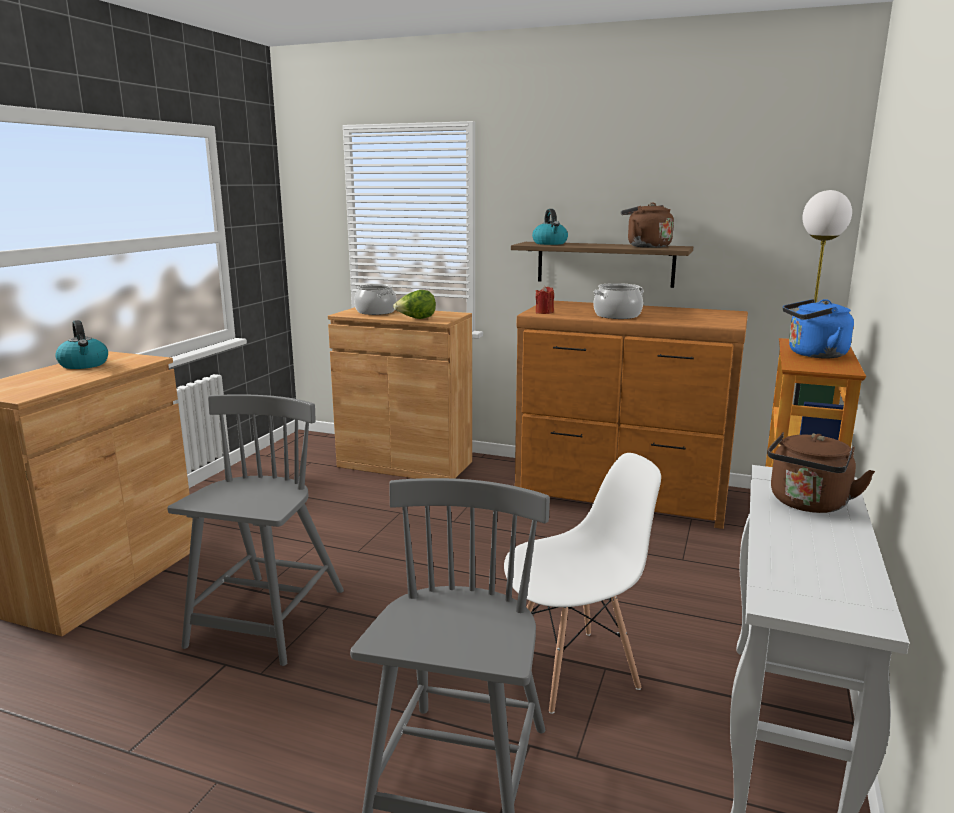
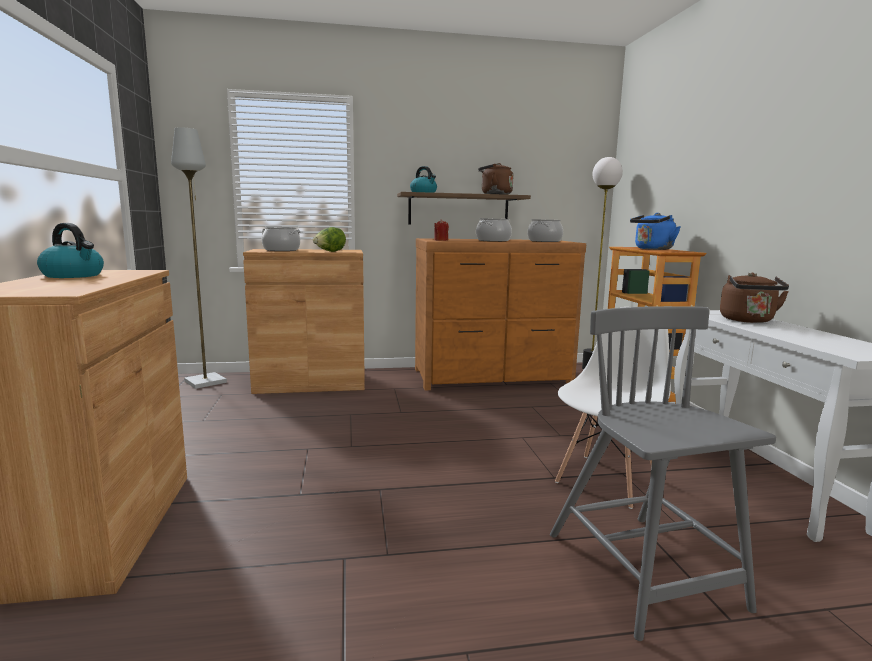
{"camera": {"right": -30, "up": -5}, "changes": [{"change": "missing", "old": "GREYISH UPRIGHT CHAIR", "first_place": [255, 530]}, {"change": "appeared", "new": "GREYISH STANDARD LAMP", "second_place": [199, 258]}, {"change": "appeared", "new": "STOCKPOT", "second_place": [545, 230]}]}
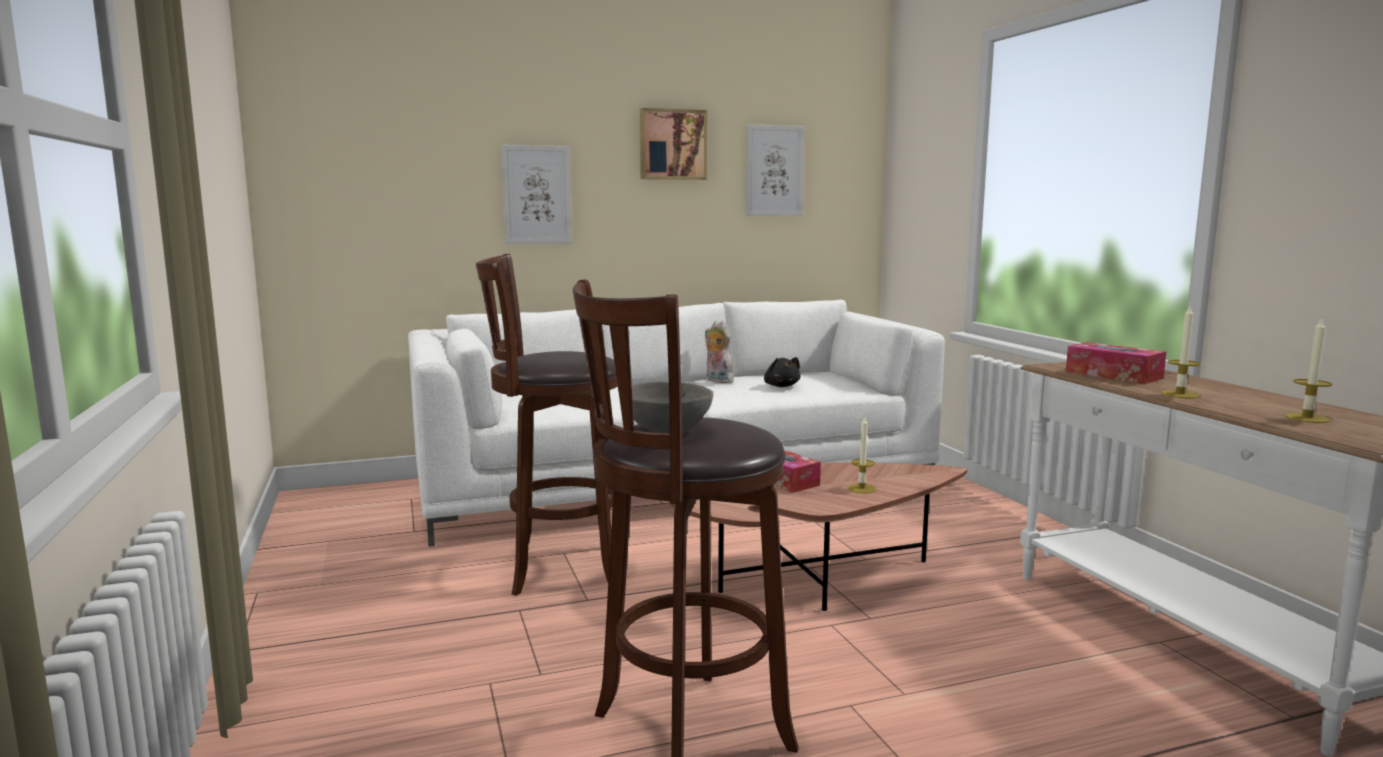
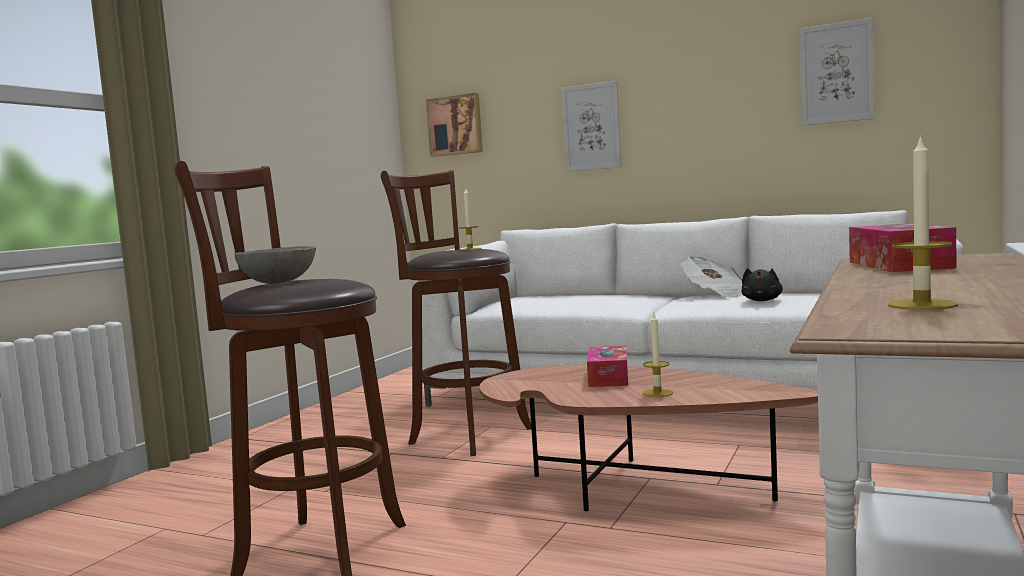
{"camera": {"right": 45, "up": -5}, "changes": [{"change": "relocated", "old": "WALL PICTURE", "first_place": [673, 144], "second_place": [454, 125]}, {"change": "relocated", "old": "WAX CANDLE", "first_place": [1180, 352], "second_place": [470, 219]}, {"change": "exchanged", "old": "CUDDLY TOY", "new": "NEWSPAPER", "first_place": [719, 351], "second_place": [711, 277]}]}
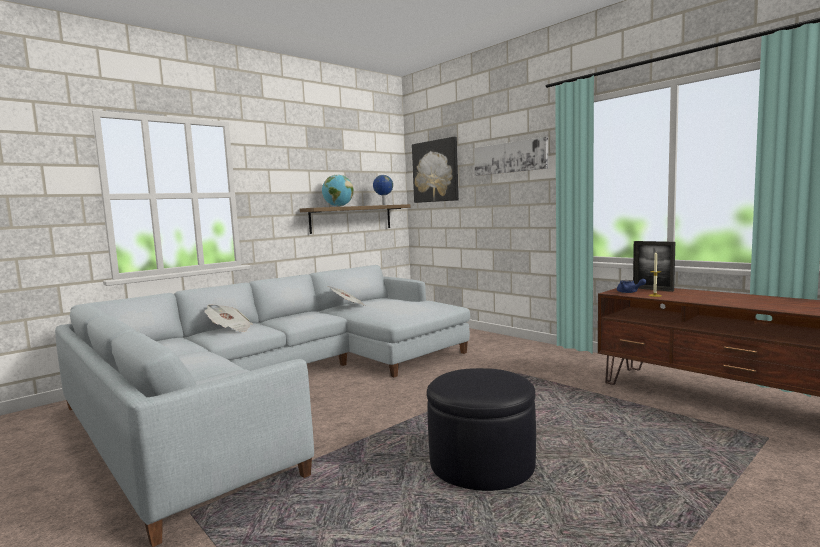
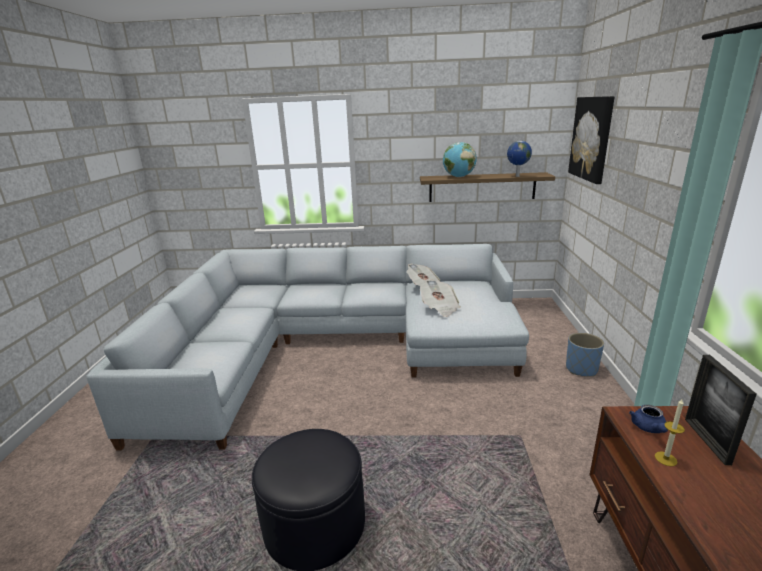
{"camera": {"right": 45, "up": 15}, "changes": [{"change": "missing", "old": "WALL PICTURE", "first_place": [511, 156]}, {"change": "appeared", "new": "BLUE-COLOURED FLOWER POT", "second_place": [585, 355]}, {"change": "relocated", "old": "NEWSPAPER", "first_place": [228, 318], "second_place": [440, 298]}]}
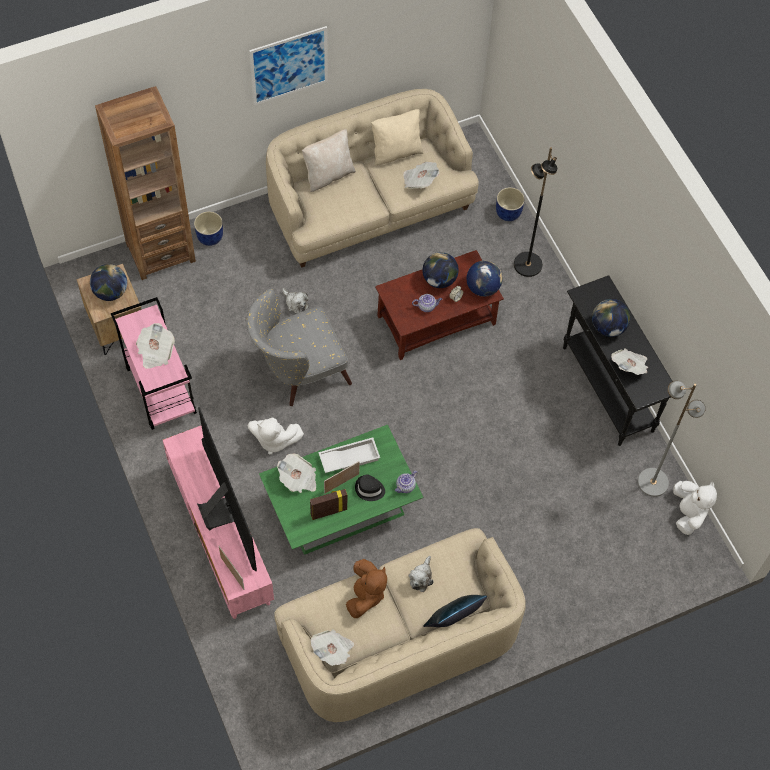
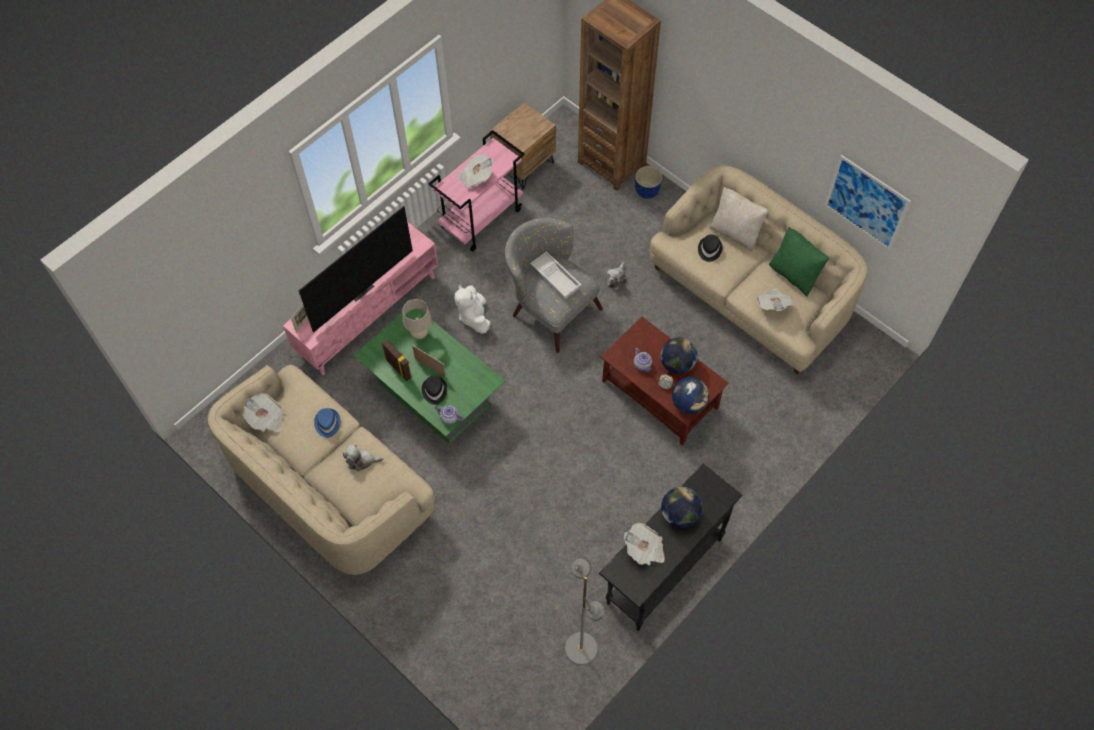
{"camera": {"right": 70, "up": 0}, "changes": [{"change": "missing", "old": "WORLD GLOBE", "first_place": [108, 282]}, {"change": "missing", "old": "BLUE-COLOURED THROW PILLOW", "first_place": [455, 611]}, {"change": "missing", "old": "BLUE-COLOURED FLOWER POT", "first_place": [510, 204]}, {"change": "missing", "old": "BLACK STANDARD LAMP", "first_place": [535, 212]}, {"change": "missing", "old": "WHITISH CUDDLY TOY", "first_place": [695, 508]}, {"change": "appeared", "new": "BLACK CLOTHING HAT", "second_place": [710, 248]}, {"change": "relocated", "old": "WALL PICTURE", "first_place": [288, 65], "second_place": [867, 202]}, {"change": "relocated", "old": "WHITISH SERVING TRAY", "first_place": [349, 455], "second_place": [555, 275]}, {"change": "exchanged", "old": "NEWSPAPER", "new": "BEIGE-COLOURED TABLE LAMP", "first_place": [296, 473], "second_place": [417, 319]}, {"change": "exchanged", "old": "BROWN CUDDLY TOY", "new": "BLUE-COLOURED CLOTHING HAT", "first_place": [366, 588], "second_place": [327, 423]}, {"change": "colour", "old": "BEIGE-COLOURED THROW PILLOW", "new": "GREENISH THROW PILLOW", "first_place": [397, 137], "second_place": [799, 262]}]}
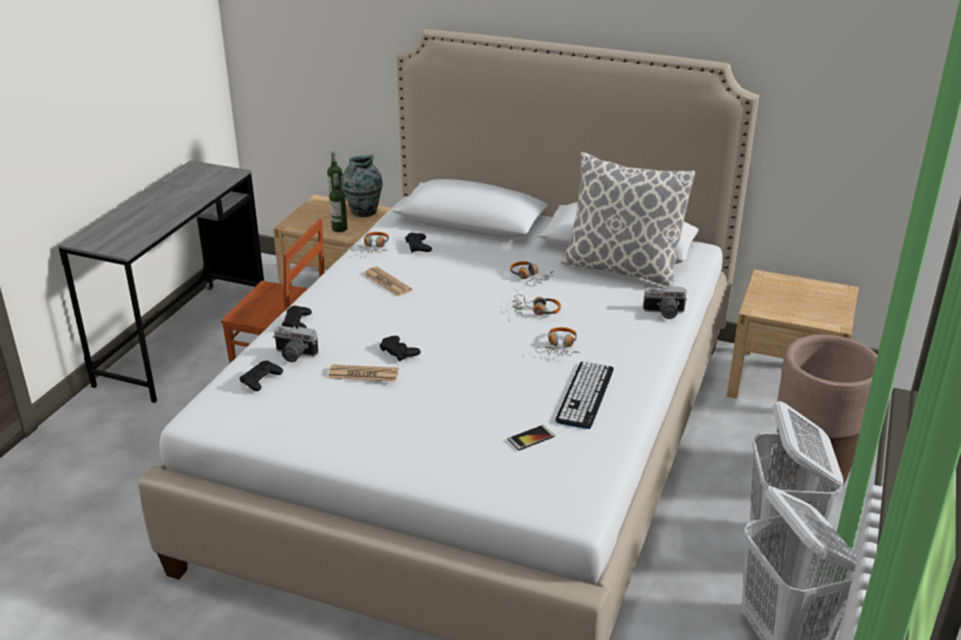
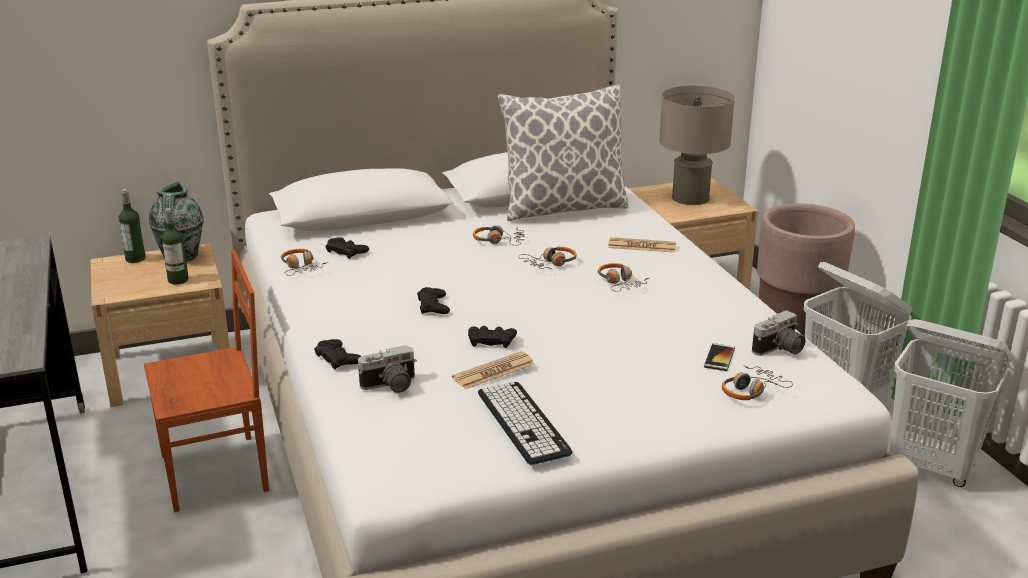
{"camera": {"right": -40, "up": -5}, "changes": [{"change": "appeared", "new": "BEIGE-COLOURED TABLE LAMP", "second_place": [697, 145]}, {"change": "appeared", "new": "HEADSET", "second_place": [757, 382]}, {"change": "relocated", "old": "BLACK JOYPAD", "first_place": [261, 376], "second_place": [433, 300]}, {"change": "relocated", "old": "NEWSPAPER", "first_place": [388, 281], "second_place": [642, 245]}, {"change": "relocated", "old": "KEYBOARD", "first_place": [584, 395], "second_place": [525, 423]}, {"change": "relocated", "old": "STILL CAMERA", "first_place": [665, 302], "second_place": [779, 333]}]}
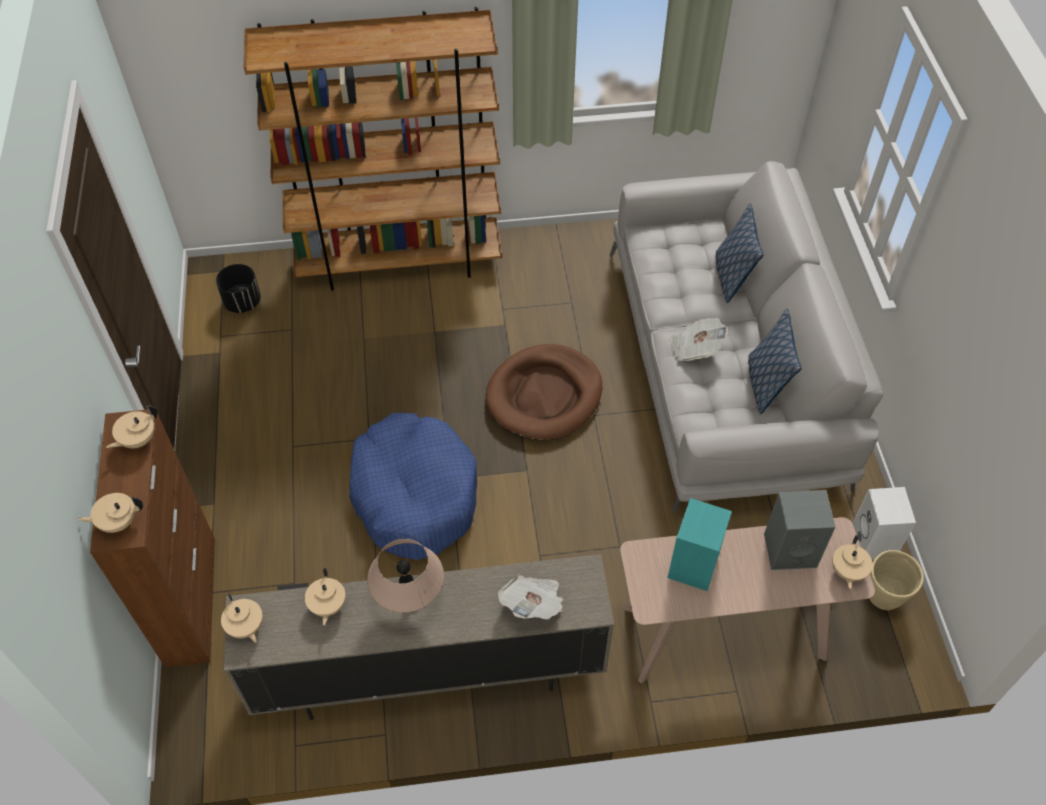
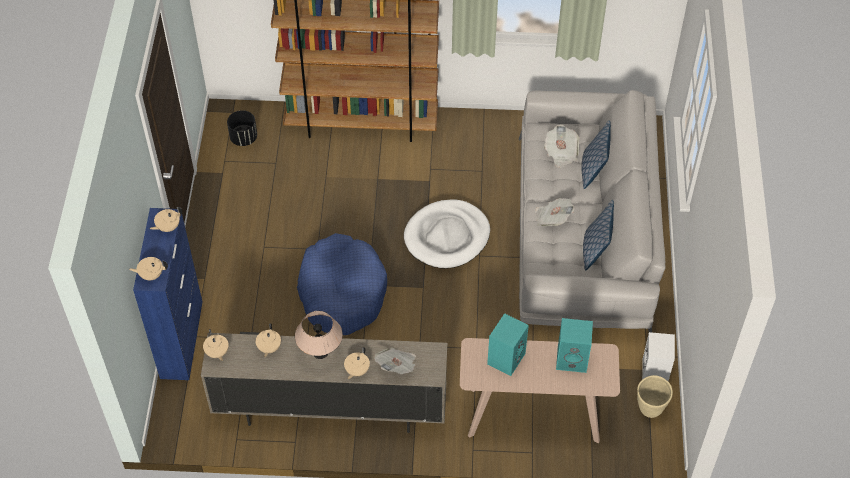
{"camera": {"right": 10, "up": 0}, "changes": [{"change": "appeared", "new": "NEWSPAPER", "second_place": [561, 146]}, {"change": "relocated", "old": "BEIGE-COLOURED POT FOR TEA", "first_place": [852, 562], "second_place": [357, 363]}, {"change": "colour", "old": "BROWN CUPBOARD", "new": "BLUE-COLOURED CUPBOARD", "first_place": [152, 538], "second_place": [167, 294]}, {"change": "colour", "old": "BROWN PET BED", "new": "WHITISH PET BED", "first_place": [544, 392], "second_place": [447, 234]}, {"change": "colour", "old": "GREYISH SPEAKER", "new": "BLUE-GREEN SPEAKER", "first_place": [800, 530], "second_place": [574, 345]}]}
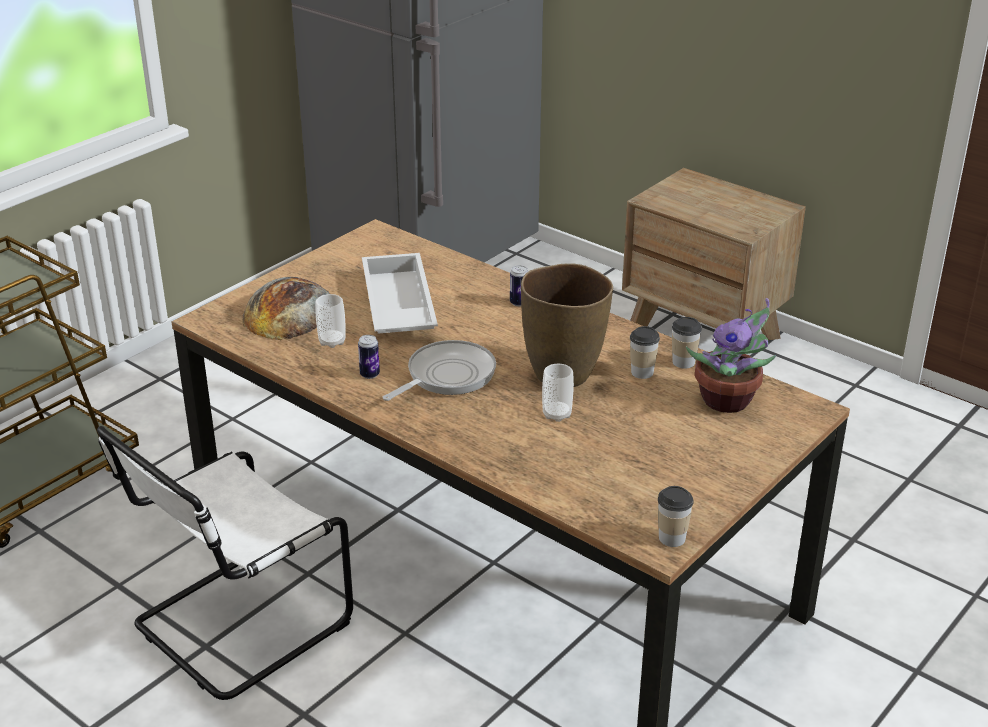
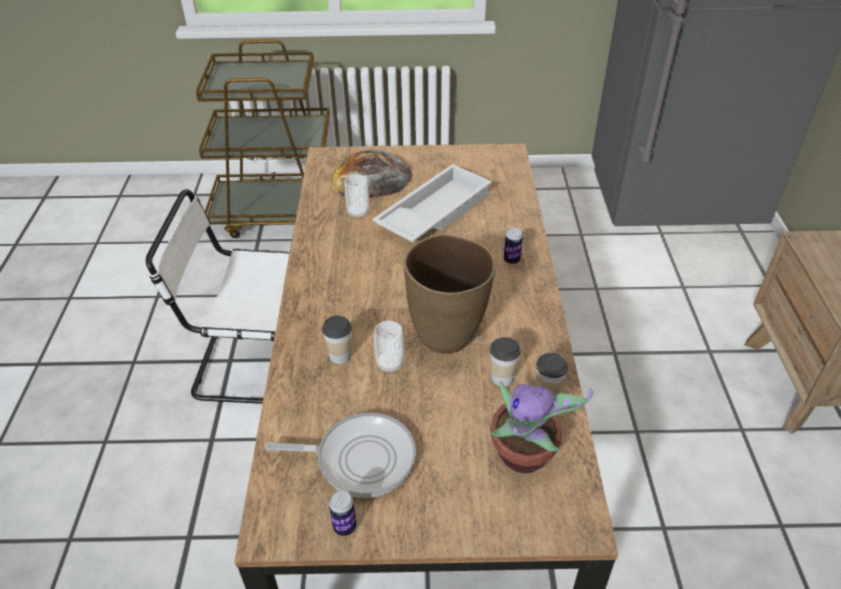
{"camera": {"right": 50, "up": 10}, "changes": [{"change": "relocated", "old": "SEALED CAN", "first_place": [369, 357], "second_place": [343, 513]}, {"change": "relocated", "old": "FRYING PAN", "first_place": [439, 370], "second_place": [340, 455]}, {"change": "relocated", "old": "SMALL CUP", "first_place": [676, 516], "second_place": [337, 340]}]}
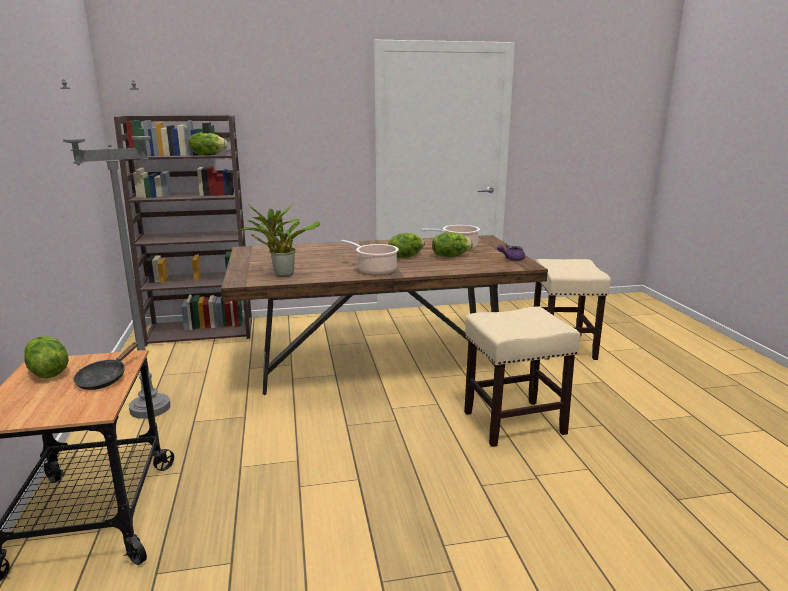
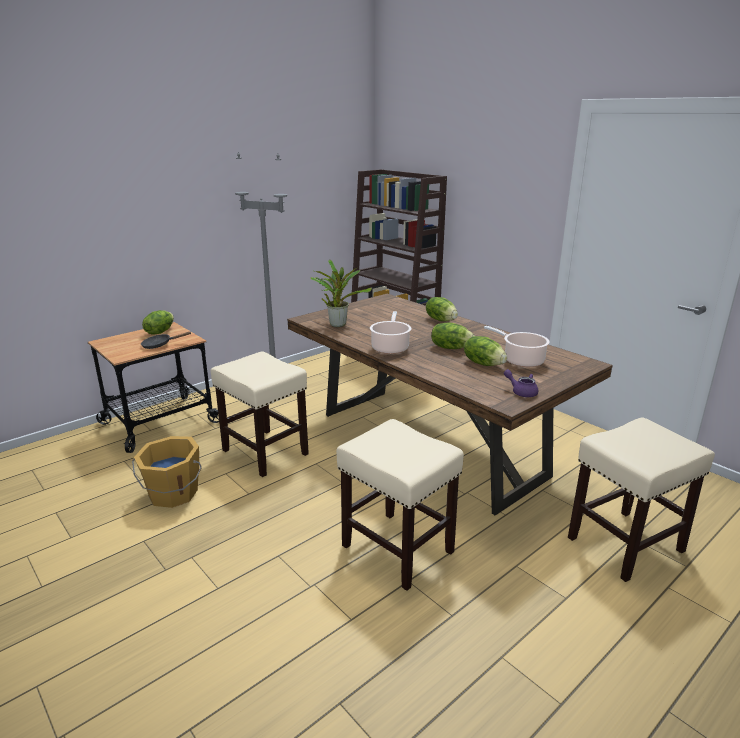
{"camera": {"right": 60, "up": 5}, "changes": [{"change": "appeared", "new": "ORANGE WATER BUCKET", "second_place": [167, 472]}, {"change": "appeared", "new": "BEIGE-COLOURED SITTING STOOL", "second_place": [260, 414]}, {"change": "relocated", "old": "HEAD OF LETTUCE", "first_place": [208, 143], "second_place": [442, 309]}]}
